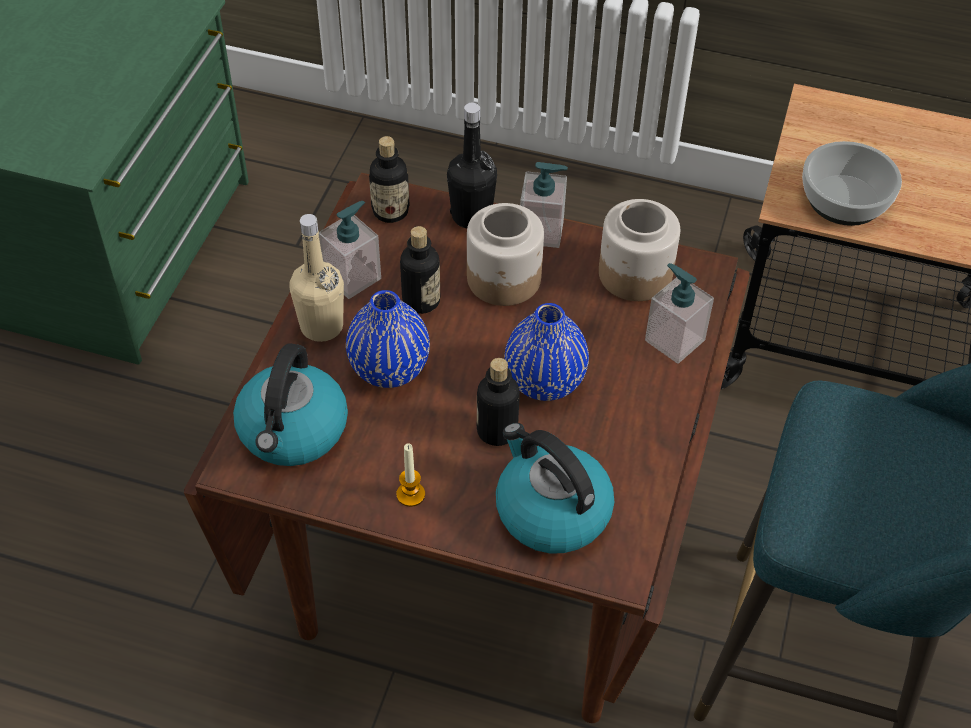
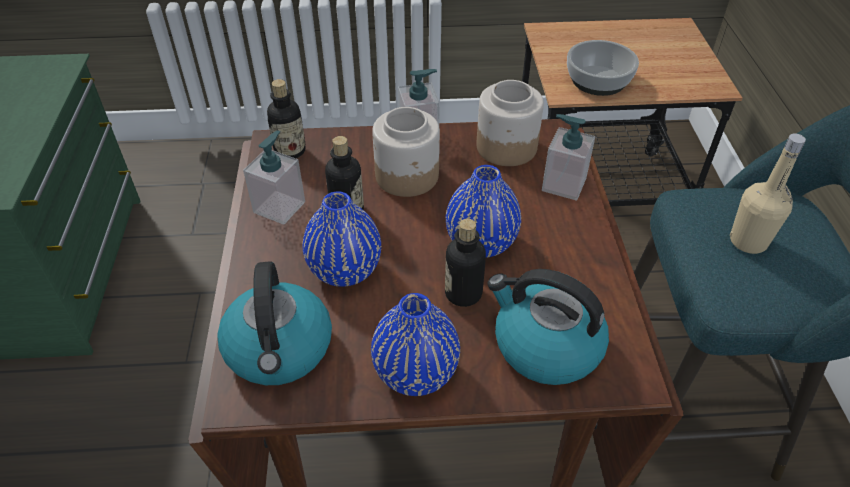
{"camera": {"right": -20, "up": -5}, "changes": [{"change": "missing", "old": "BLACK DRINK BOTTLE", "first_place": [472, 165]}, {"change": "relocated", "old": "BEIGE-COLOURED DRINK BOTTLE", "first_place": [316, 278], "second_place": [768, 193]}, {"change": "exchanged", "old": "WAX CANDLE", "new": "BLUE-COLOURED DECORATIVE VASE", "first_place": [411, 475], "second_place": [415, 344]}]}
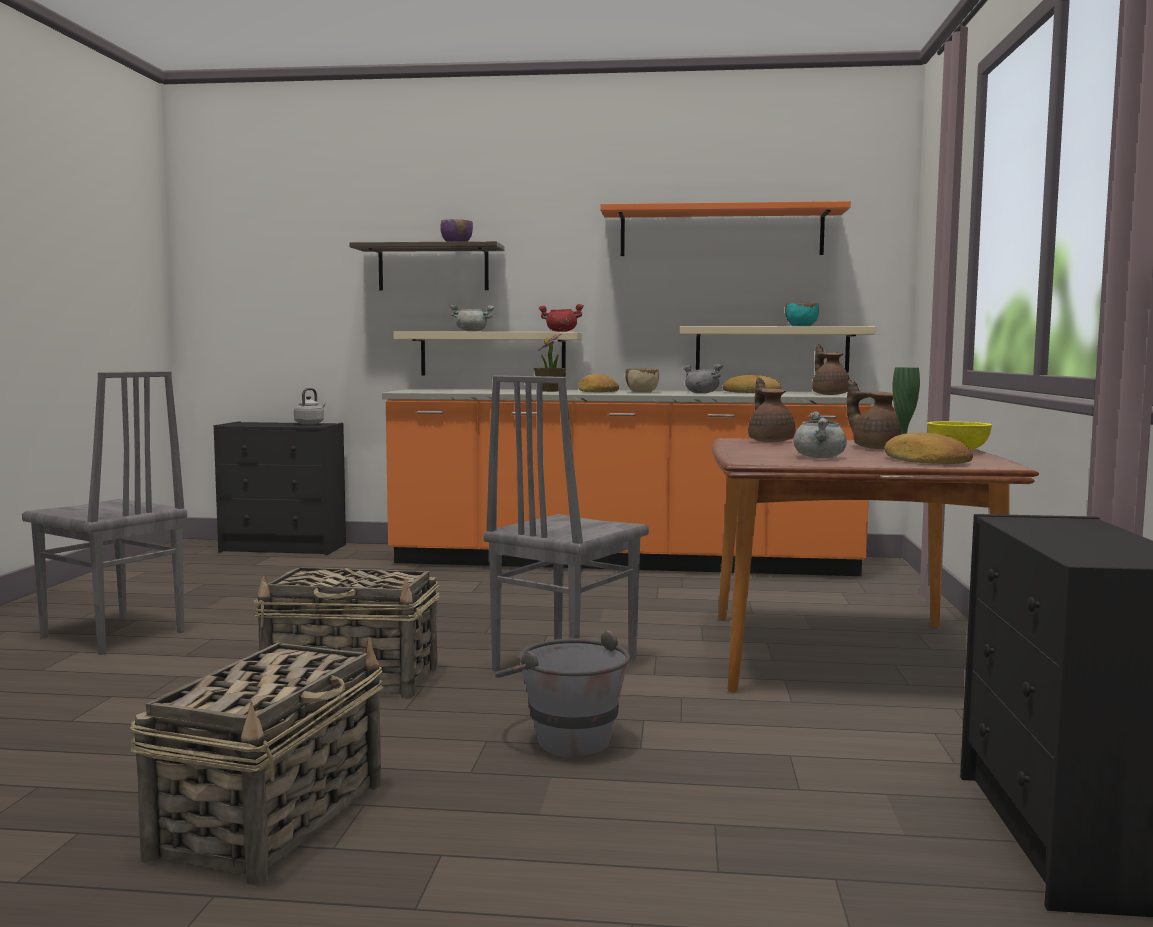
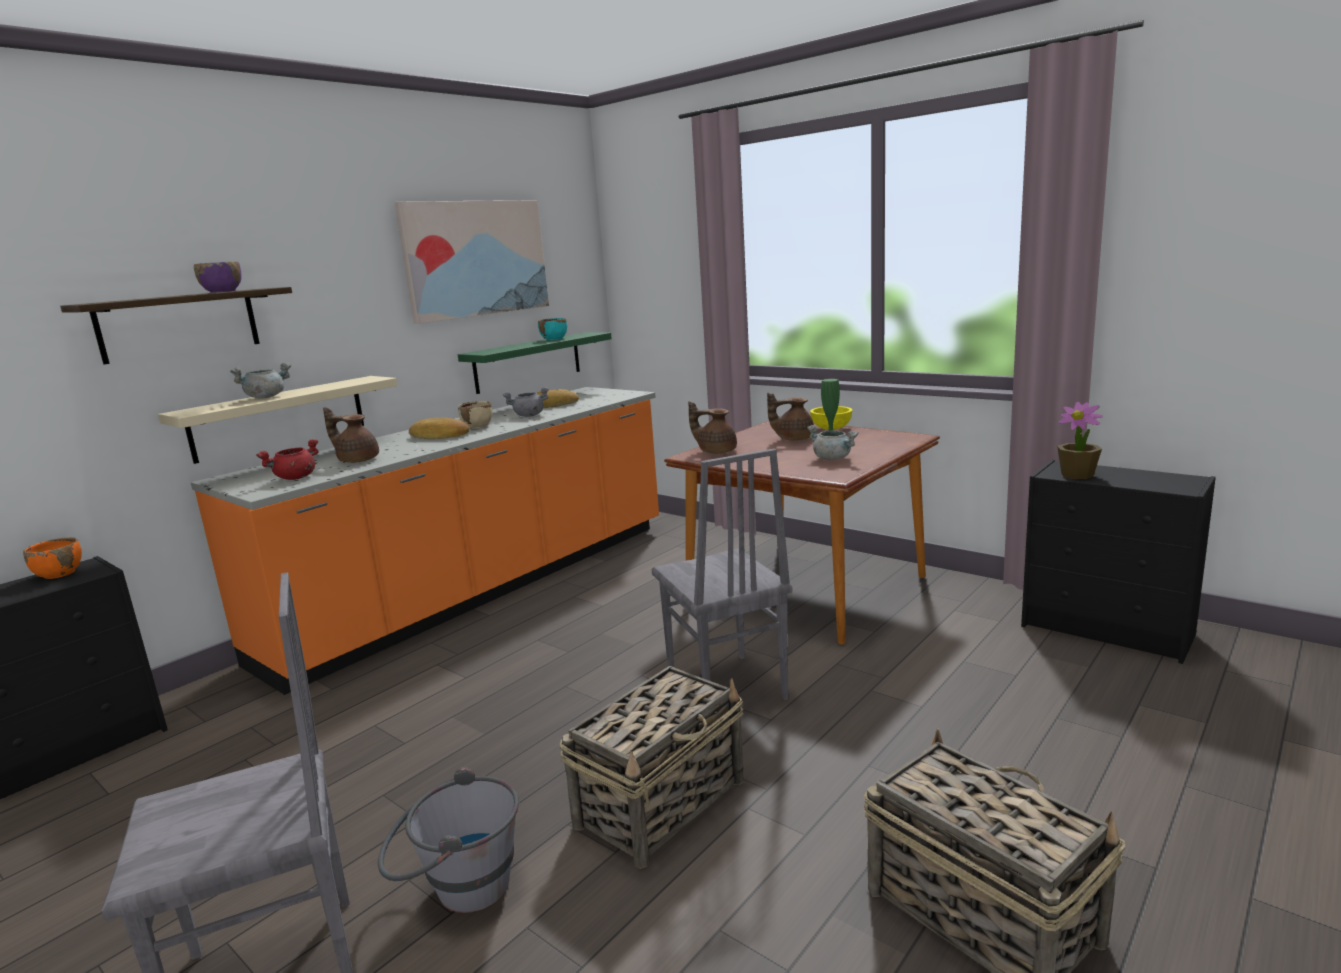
{"camera": {"right": -55, "up": 10}, "changes": [{"change": "missing", "old": "BAKED BREAD", "first_place": [928, 448]}, {"change": "relocated", "old": "GREYISH WATER BUCKET", "first_place": [562, 694], "second_place": [448, 840]}, {"change": "relocated", "old": "PLANT IN A POT", "first_place": [550, 362], "second_place": [1080, 440]}, {"change": "relocated", "old": "RED-COLOURED STOCKPOT", "first_place": [561, 318], "second_place": [287, 459]}, {"change": "relocated", "old": "BROWN POT FOR TEA", "first_place": [831, 369], "second_place": [351, 435]}, {"change": "exchanged", "old": "GREYISH TEA KETTLE", "new": "ORANGE DEEP DISH", "first_place": [309, 406], "second_place": [52, 558]}, {"change": "exchanged", "old": "ORANGE BRACKET SHELF", "new": "WALL PICTURE", "first_place": [725, 228], "second_place": [472, 262]}, {"change": "colour", "old": "BEIGE-COLOURED BRACKET SHELF", "new": "GREENISH BRACKET SHELF", "first_place": [778, 349], "second_place": [535, 363]}]}
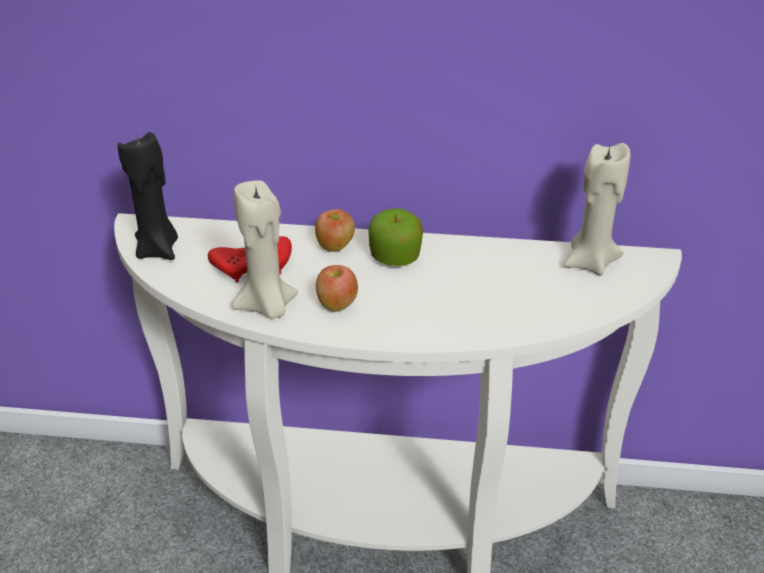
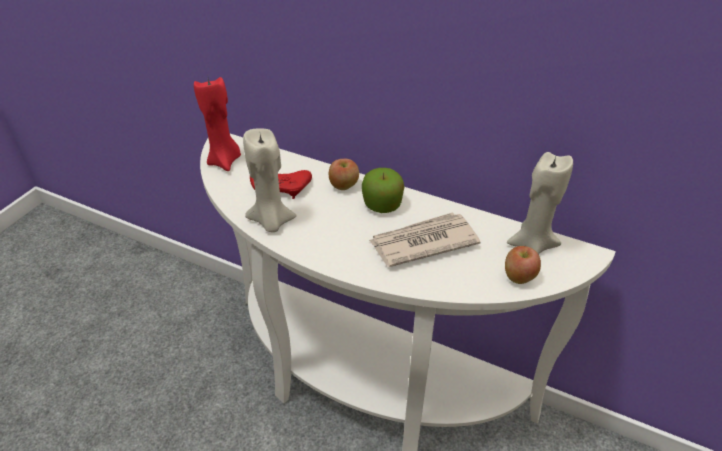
{"camera": {"right": 20, "up": 5}, "changes": [{"change": "appeared", "new": "NEWSPAPER", "second_place": [425, 239]}, {"change": "relocated", "old": "APPLE FRUIT", "first_place": [337, 288], "second_place": [523, 265]}, {"change": "colour", "old": "BLACK WAX CANDLE", "new": "RED-COLOURED WAX CANDLE", "first_place": [148, 195], "second_place": [217, 124]}]}
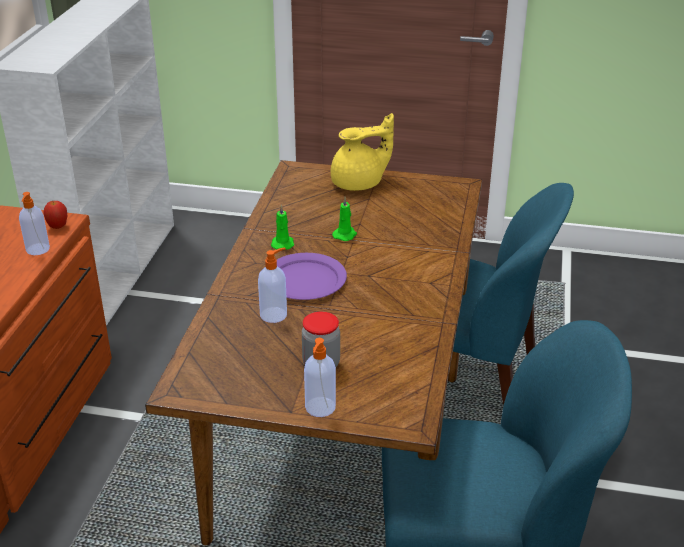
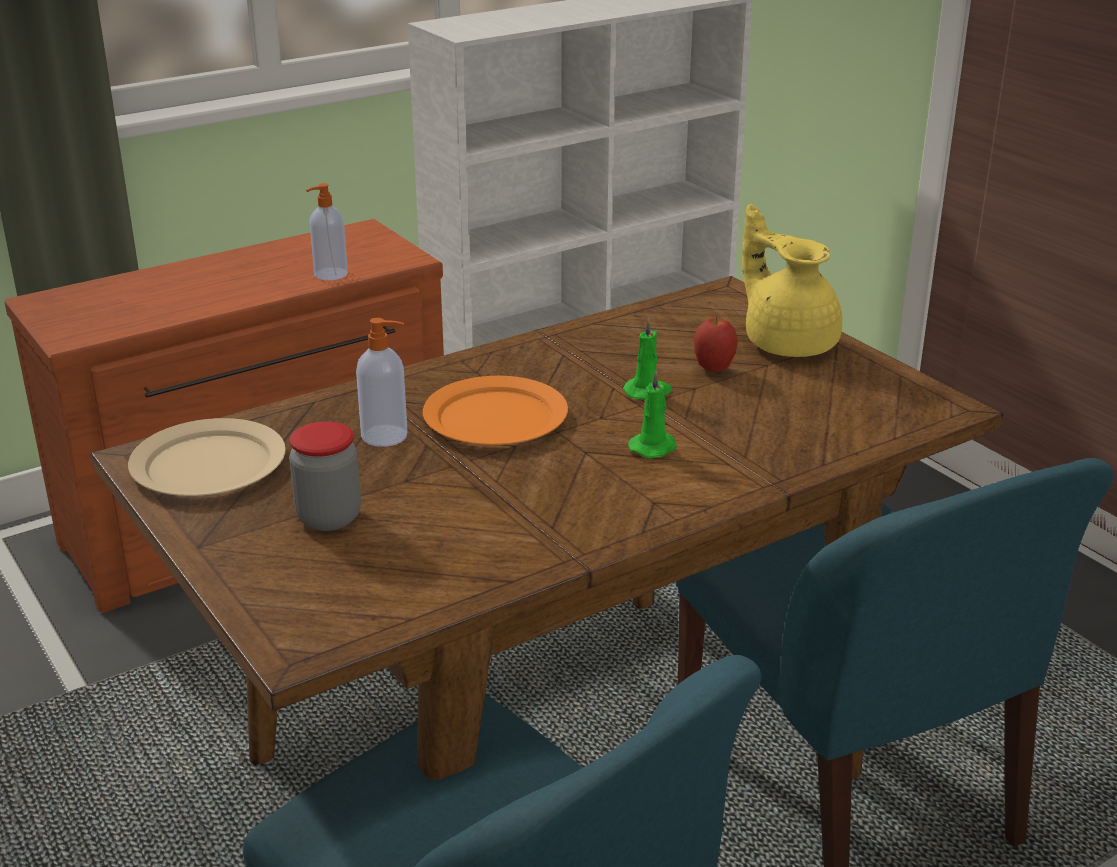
{"camera": {"right": 45, "up": -5}, "changes": [{"change": "missing", "old": "LIQUID SOAP BOTTLE", "first_place": [320, 377]}, {"change": "appeared", "new": "BEIGE-COLOURED PLATE", "second_place": [207, 457]}, {"change": "relocated", "old": "APPLE FRUIT", "first_place": [55, 215], "second_place": [716, 344]}, {"change": "relocated", "old": "GREENISH WAX CANDLE", "first_place": [282, 227], "second_place": [652, 414]}, {"change": "colour", "old": "PURPLE PLATE", "new": "ORANGE PLATE", "first_place": [312, 276], "second_place": [495, 410]}, {"change": "spun", "old": "YELLOW-COLOURED POT FOR TEA", "first_place": [362, 152], "second_place": [792, 280], "degrees": -150}]}
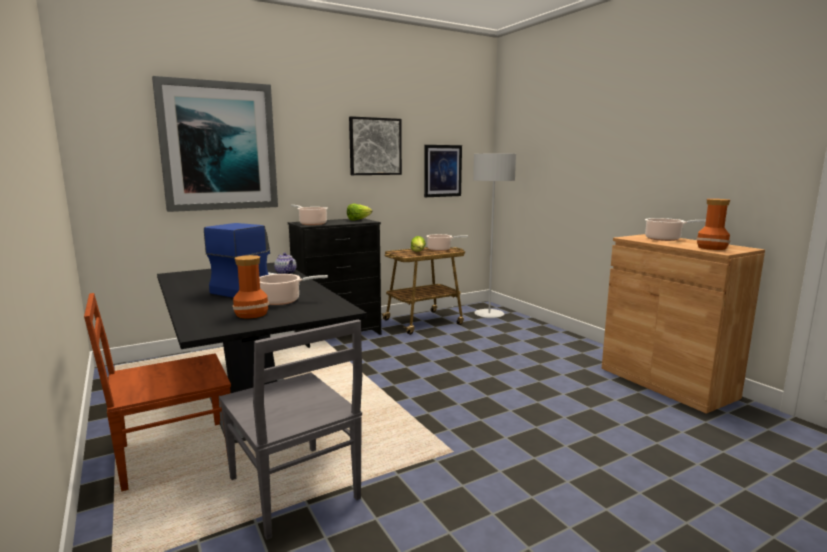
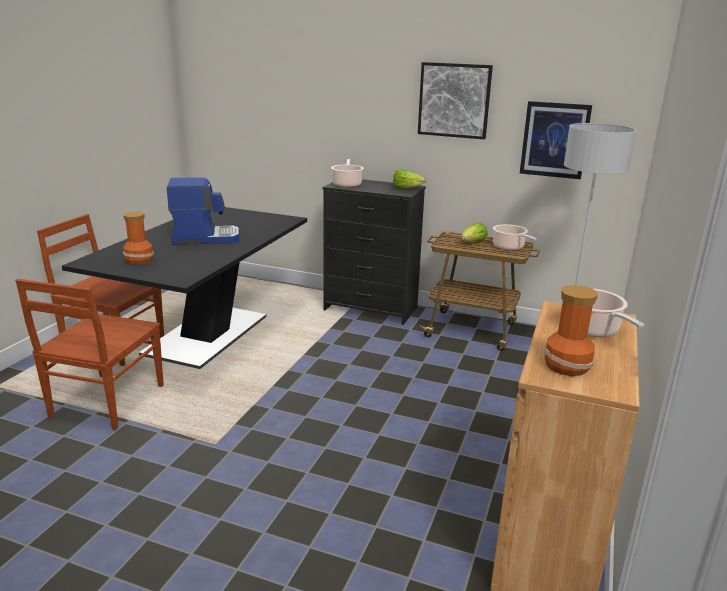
{"camera": {"right": 50, "up": 10}, "changes": [{"change": "missing", "old": "WALL PICTURE", "first_place": [215, 144]}, {"change": "missing", "old": "STOCKPOT", "first_place": [293, 289]}, {"change": "missing", "old": "POT FOR TEA", "first_place": [285, 263]}, {"change": "colour", "old": "GREYISH UPRIGHT CHAIR", "new": "BROWN UPRIGHT CHAIR", "first_place": [290, 429], "second_place": [89, 354]}]}
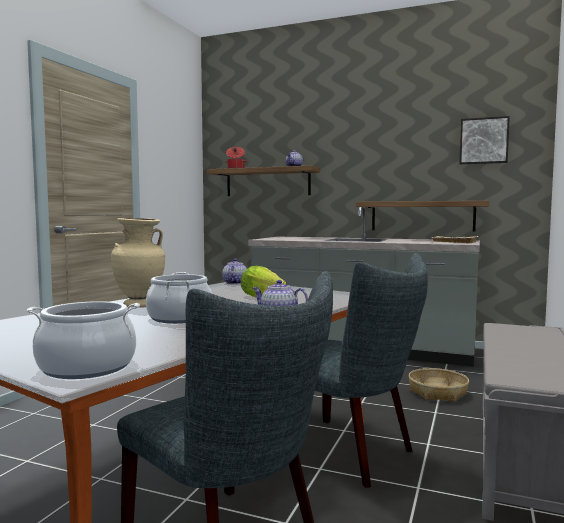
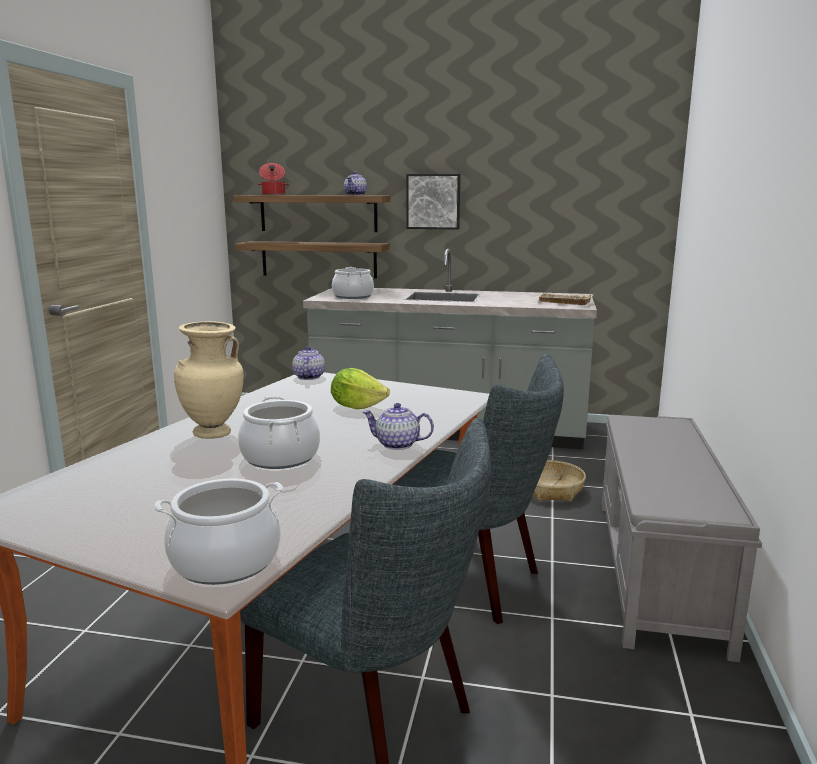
{"camera": {"right": -10, "up": 10}, "changes": [{"change": "appeared", "new": "STOCKPOT", "second_place": [353, 283]}, {"change": "relocated", "old": "BRACKET SHELF", "first_place": [422, 216], "second_place": [312, 259]}, {"change": "relocated", "old": "WALL PICTURE", "first_place": [484, 140], "second_place": [433, 201]}]}
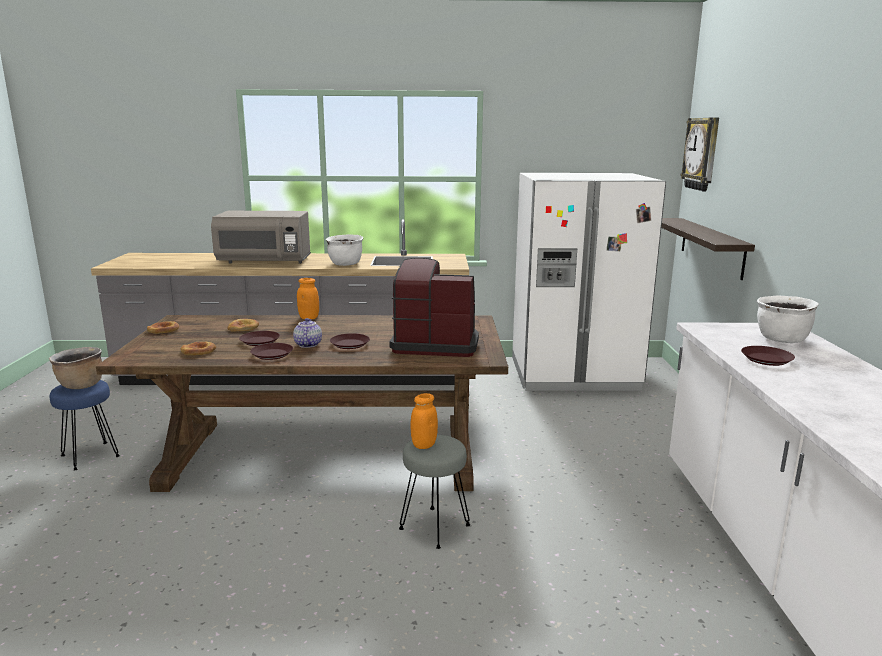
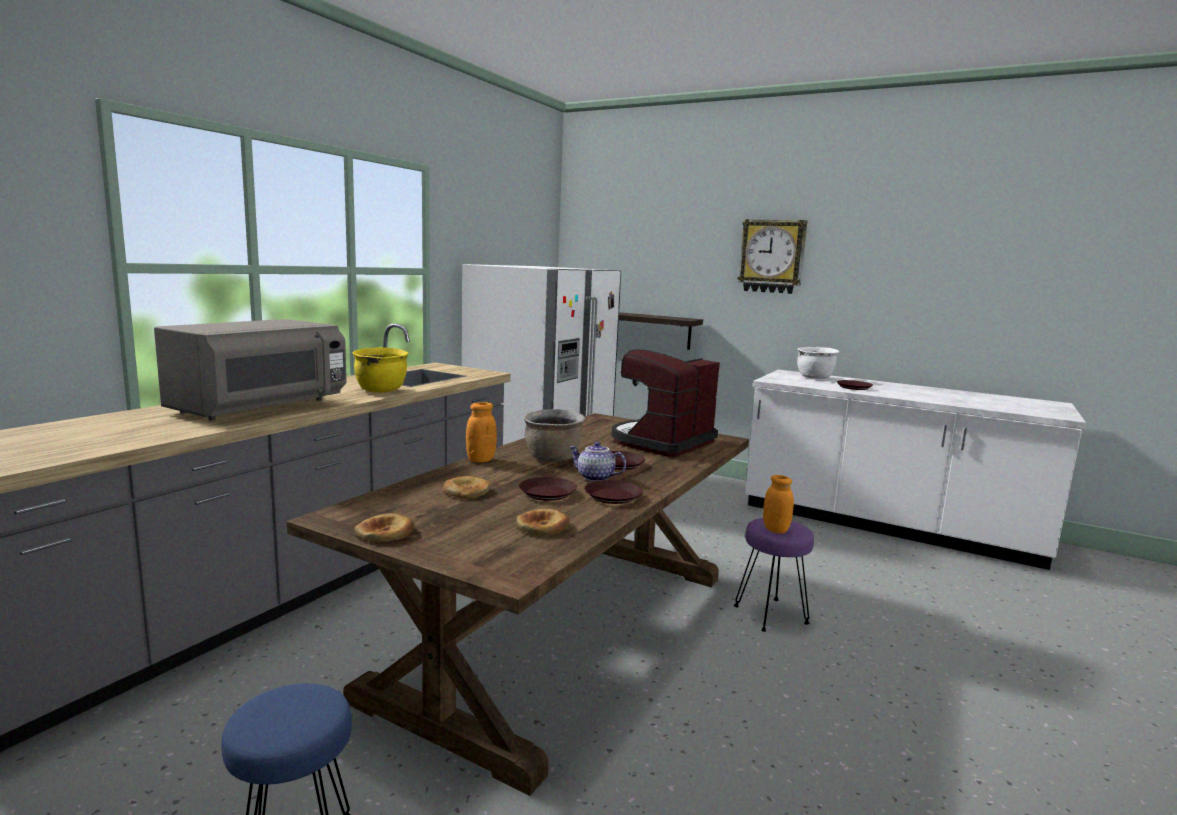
{"camera": {"right": -60, "up": -5}, "changes": [{"change": "relocated", "old": "BROWN STOCKPOT", "first_place": [75, 368], "second_place": [554, 435]}, {"change": "relocated", "old": "HANGING CLOCK", "first_place": [700, 154], "second_place": [772, 256]}, {"change": "colour", "old": "WHITISH STOCKPOT", "new": "YELLOW-COLOURED STOCKPOT", "first_place": [344, 250], "second_place": [381, 370]}, {"change": "colour", "old": "GREYISH SITTING STOOL", "new": "PURPLE SITTING STOOL", "first_place": [434, 491], "second_place": [774, 575]}]}
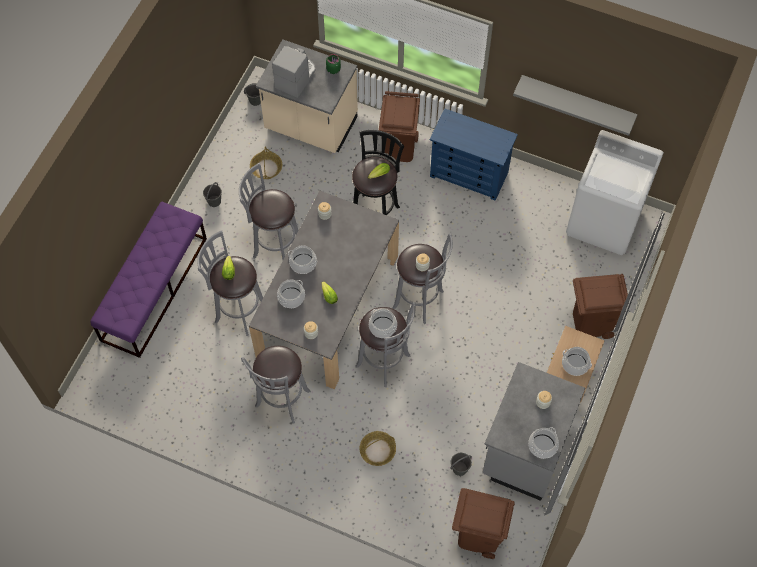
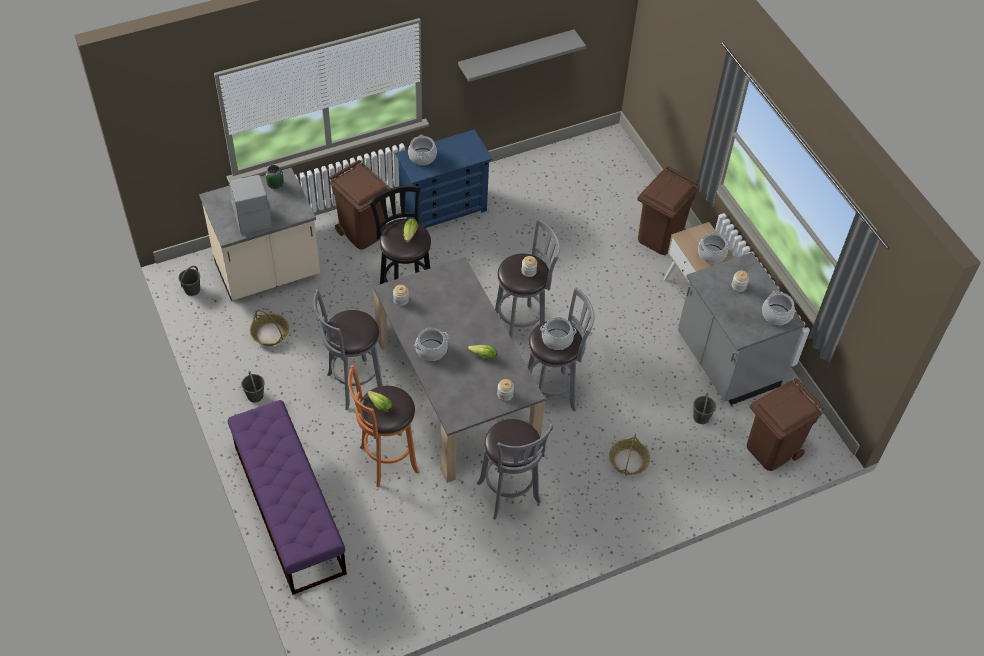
{"camera": {"right": -50, "up": -10}, "changes": [{"change": "missing", "old": "WHITISH LAUNDRY MACHINE", "first_place": [615, 192]}, {"change": "relocated", "old": "STOCKPOT", "first_place": [291, 294], "second_place": [422, 150]}, {"change": "colour", "old": "GREYISH SITTING STOOL", "new": "ORANGE SITTING STOOL", "first_place": [230, 283], "second_place": [383, 426]}]}
